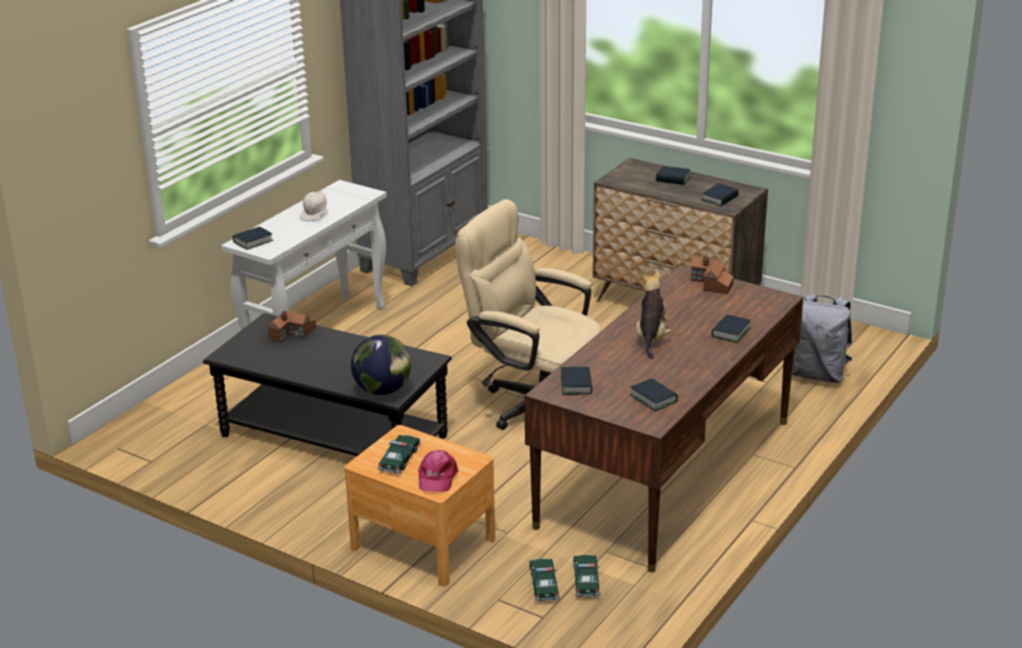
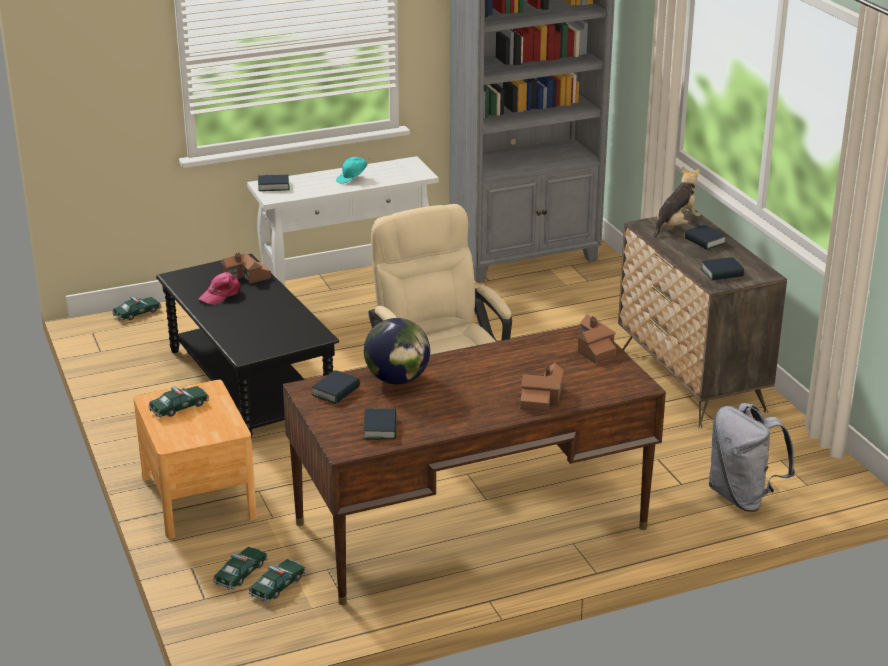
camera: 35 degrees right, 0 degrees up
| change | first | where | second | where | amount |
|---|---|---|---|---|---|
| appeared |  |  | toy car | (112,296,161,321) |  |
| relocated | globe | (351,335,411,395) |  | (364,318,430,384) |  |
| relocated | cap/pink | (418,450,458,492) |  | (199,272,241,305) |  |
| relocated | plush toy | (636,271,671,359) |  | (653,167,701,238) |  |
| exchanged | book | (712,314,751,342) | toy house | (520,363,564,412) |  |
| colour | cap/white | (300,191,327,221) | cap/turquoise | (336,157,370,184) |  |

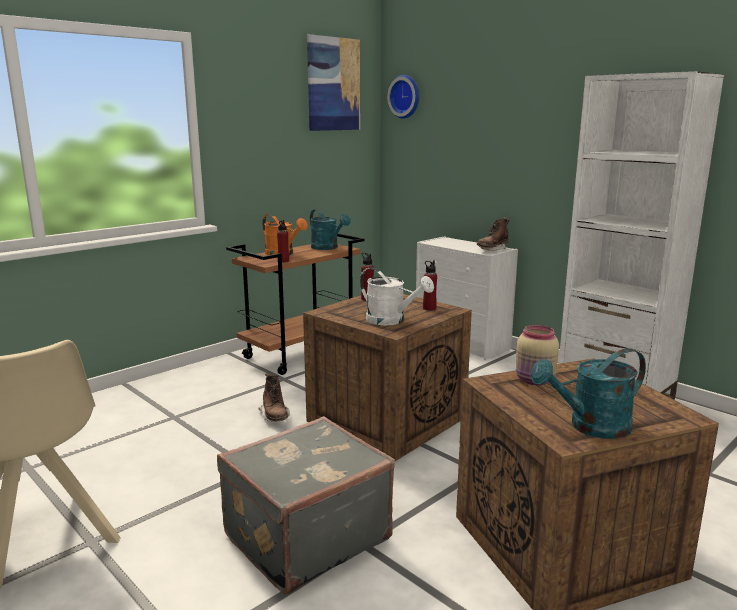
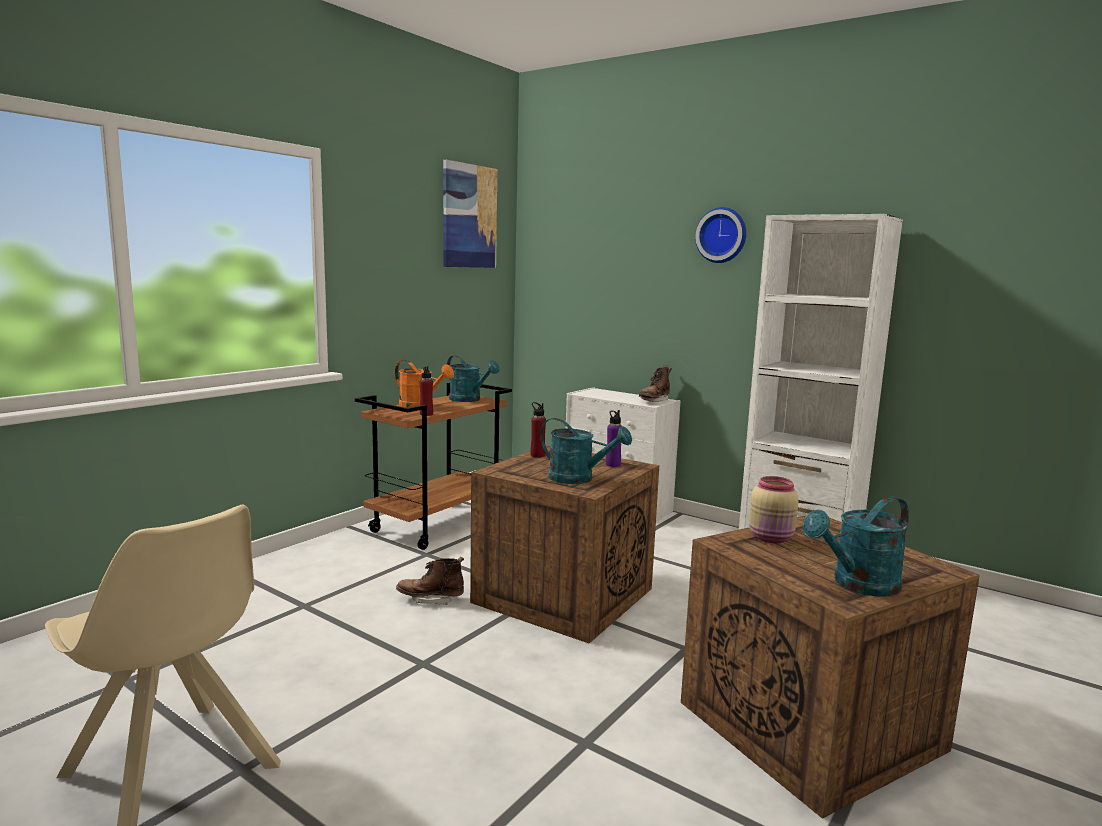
camera: 10 degrees left, 5 degrees down
| change | first | where | second | where | amount |
|---|---|---|---|---|---|
| missing | suitcase/grey | (217,416,395,595) |  |  |  |
| relocated | wall clock | (387,75,419,119) |  | (695,207,746,263) |  |
| colour | watering can/white | (360,267,434,325) | watering can/turquoise | (540,418,632,484) |  |
| colour | bottle/red | (423,260,437,311) | bottle/purple | (606,410,622,467) |  |
| spun | boot/brown | (259,373,290,422) |  | (396,557,464,605) | 120 degrees clockwise |

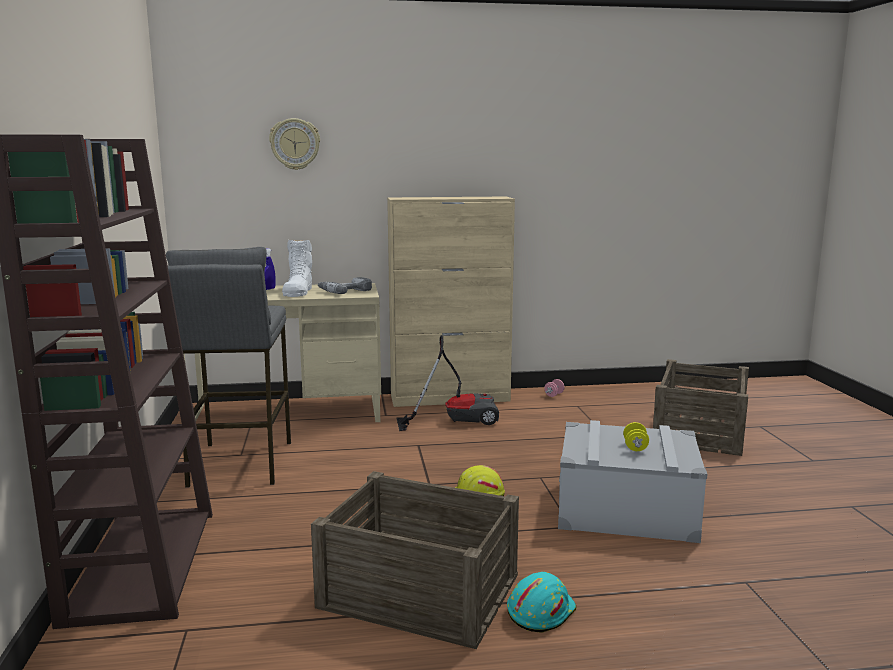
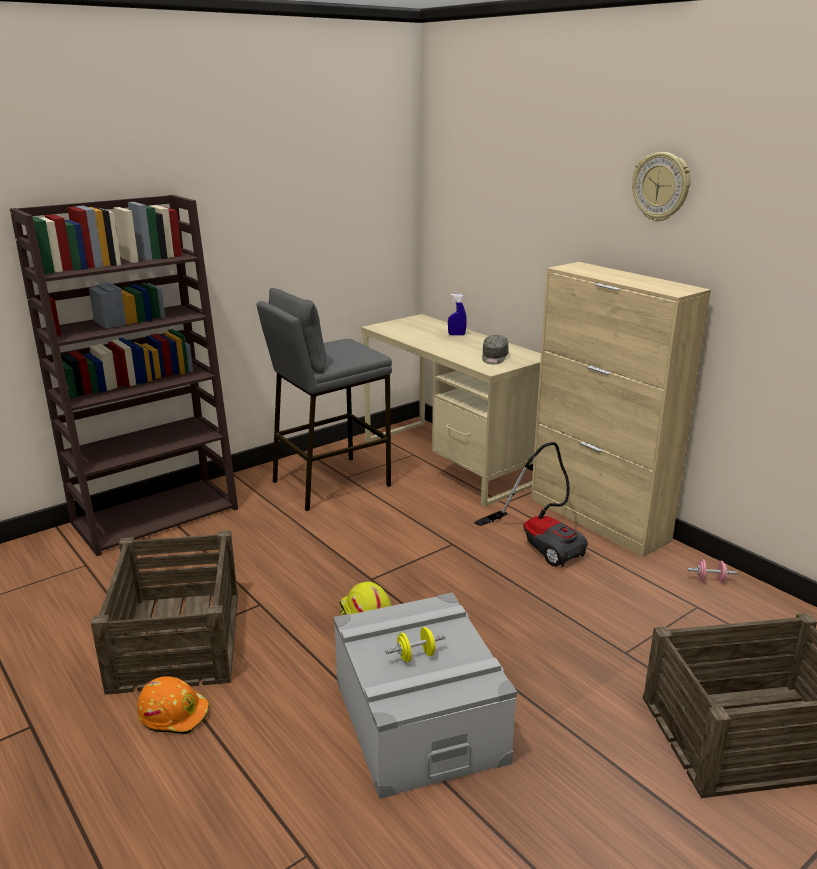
camera: 60 degrees right, 10 degrees up
| change | first | where | second | where | amount |
|---|---|---|---|---|---|
| missing | boot/white | (282,240,312,297) |  |  |  |
| relocated | wall clock | (269,118,320,170) |  | (632,152,691,222) |  |
| exchanged | power drill | (318,277,372,294) | cap/grey | (482,335,509,364) |  |
| colour | hard hat/turquoise | (507,572,577,633) | hard hat/orange | (137,676,209,734) |  |

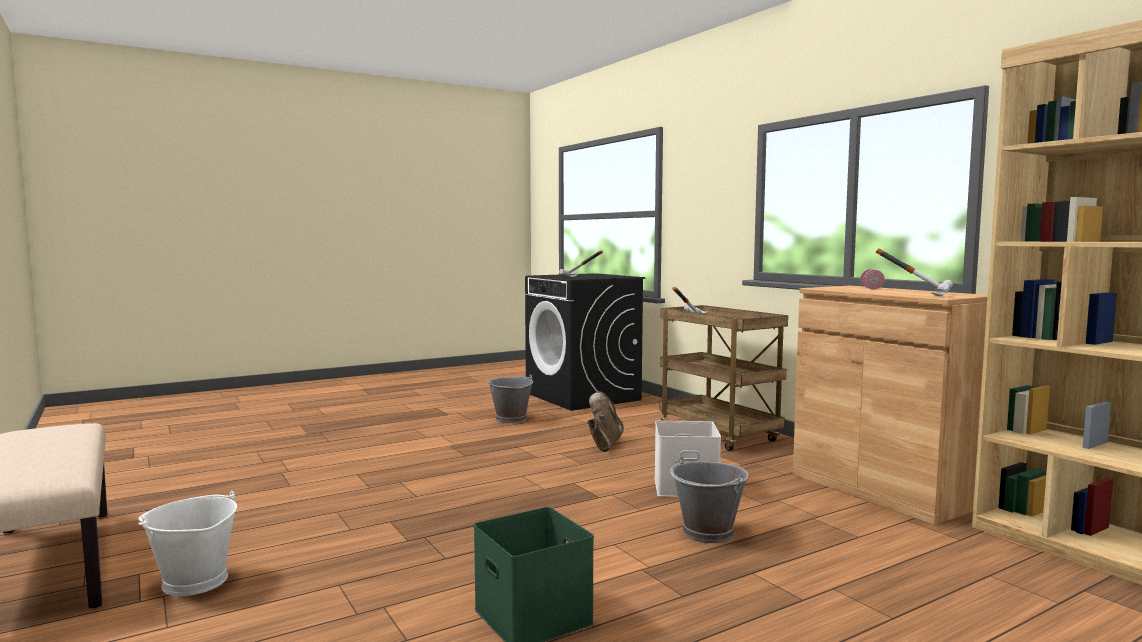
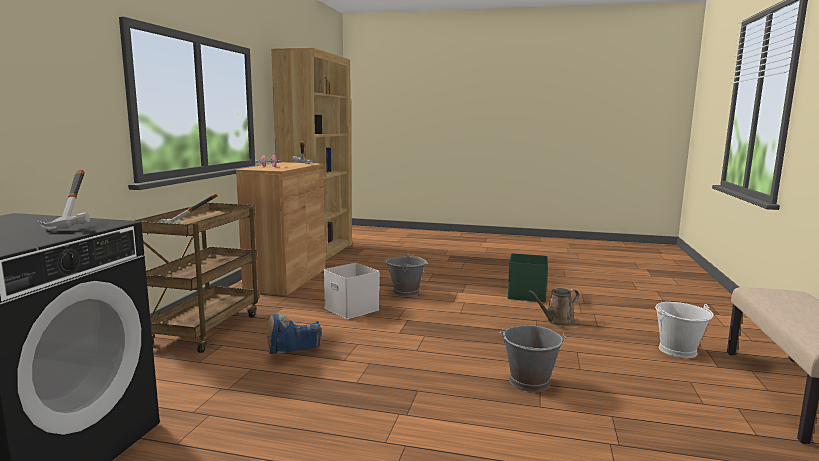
camera: 135 degrees left, 5 degrees up
| change | first | where | second | where | amount |
|---|---|---|---|---|---|
| appeared |  |  | watering can/brown | (529,288,579,325) |  |
| relocated | bucket/grey | (487,374,533,423) |  | (500,325,567,392) |  |
| colour | boot/brown | (587,391,624,452) | boot/blue | (267,314,321,354) |  |

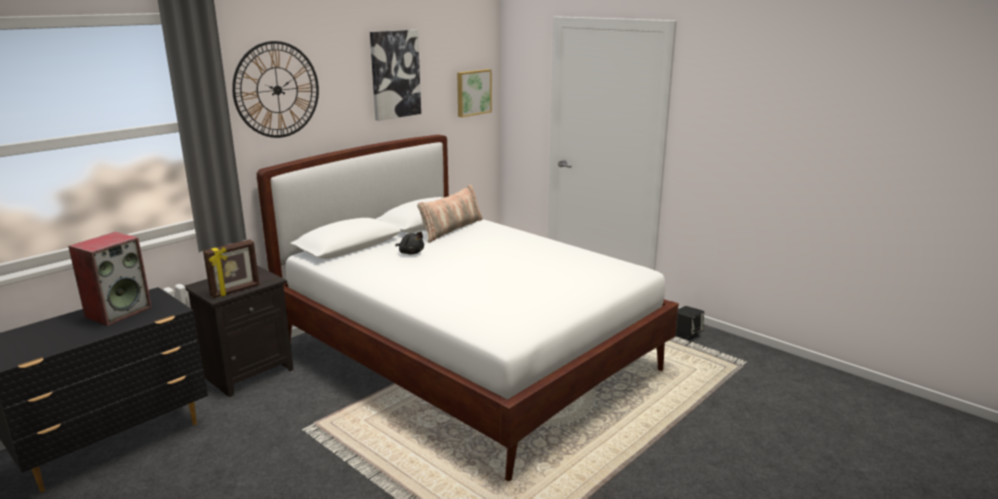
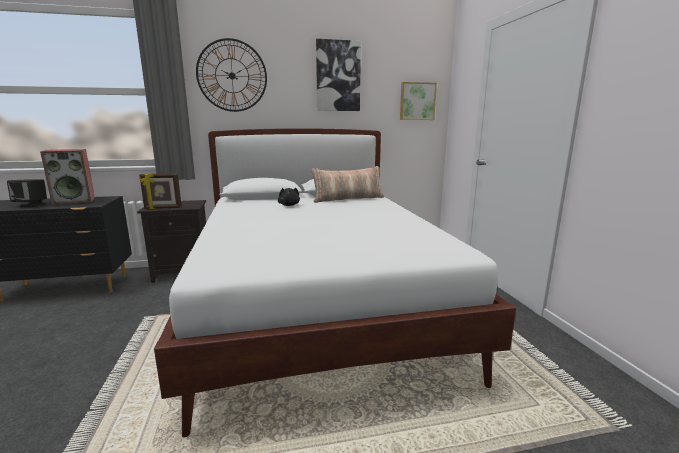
camera: 35 degrees right, 5 degrees down
| change | first | where | second | where | amount |
|---|---|---|---|---|---|
| relocated | speaker/black | (676,306,704,341) |  | (7,179,47,207) |  |

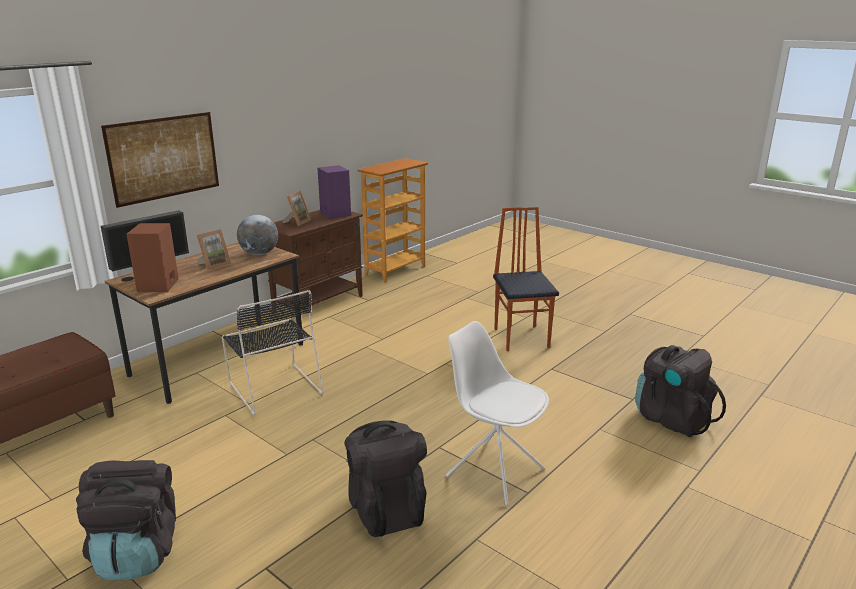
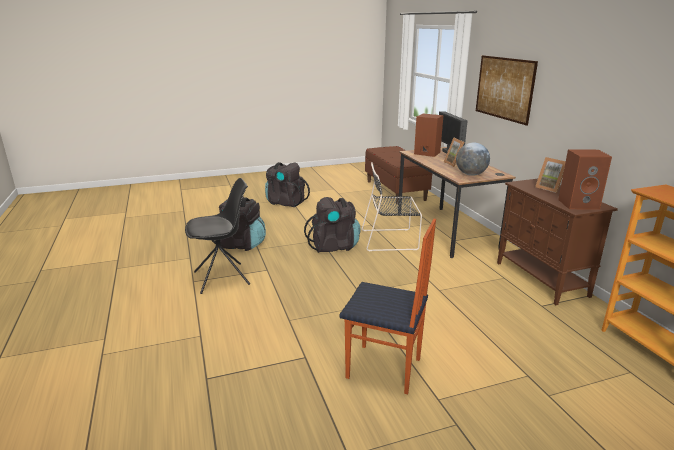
camera: 120 degrees right, 0 degrees up
| change | first | where | second | where | amount |
|---|---|---|---|---|---|
| relocated | backpack/black | (635,345,726,437) |  | (304,197,361,253) |  |
| colour | speaker/purple | (317,165,351,219) | speaker/brown | (558,149,612,210) |  |
| colour | chair/white | (446,321,549,506) | chair/black | (185,178,250,294) |  |

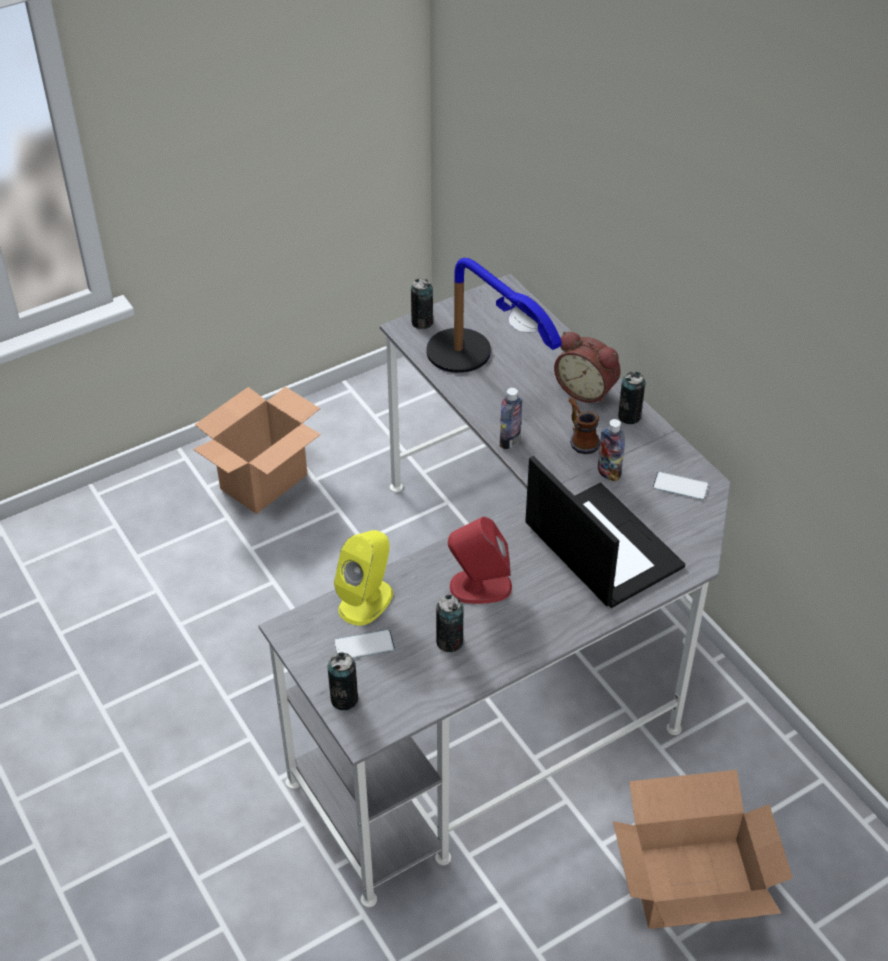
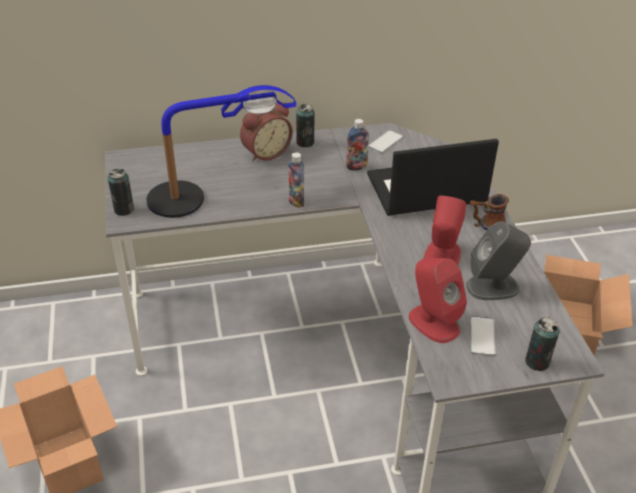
camera: 70 degrees left, 5 degrees down
| change | first | where | second | where | amount |
|---|---|---|---|---|---|
| relocated | mug | (568,397,600,454) |  | (470,194,509,231) |  |
| exchanged | can | (436,595,463,652) | speaker/grey | (466,222,531,300) |  |
| colour | speaker/yellow | (334,530,393,626) | speaker/red | (409,258,467,343) |  |

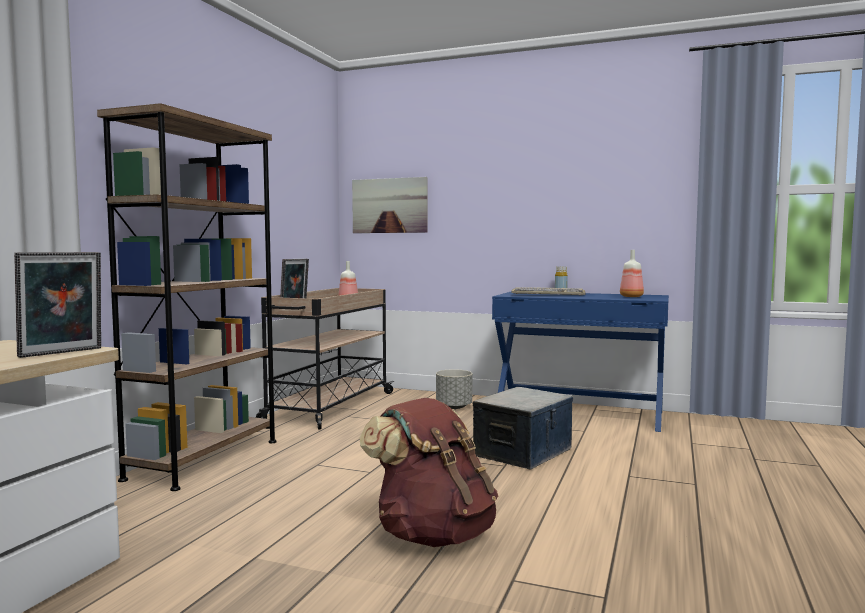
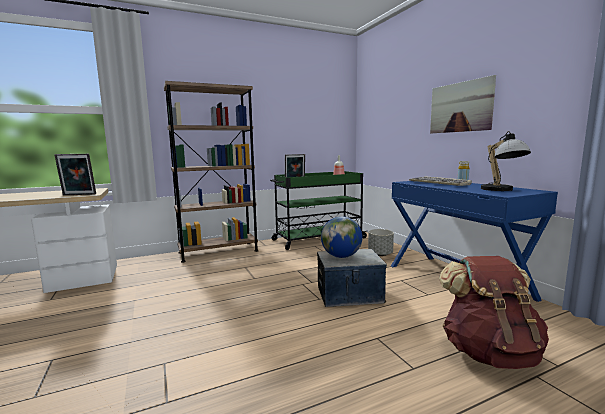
camera: 45 degrees right, 5 degrees up
| change | first | where | second | where | amount |
|---|---|---|---|---|---|
| appeared |  |  | globe | (321,216,362,258) |  |
| relocated | picture | (352,177,427,233) |  | (430,75,496,133) |  |
| relocated | backpack/brown | (360,398,498,547) |  | (439,256,549,369) |  |
| exchanged | bottle | (620,250,644,297) | table lamp | (481,131,531,191) |  |
| colour | cart/beige | (256,288,395,429) | cart/green | (270,171,367,250) |  |

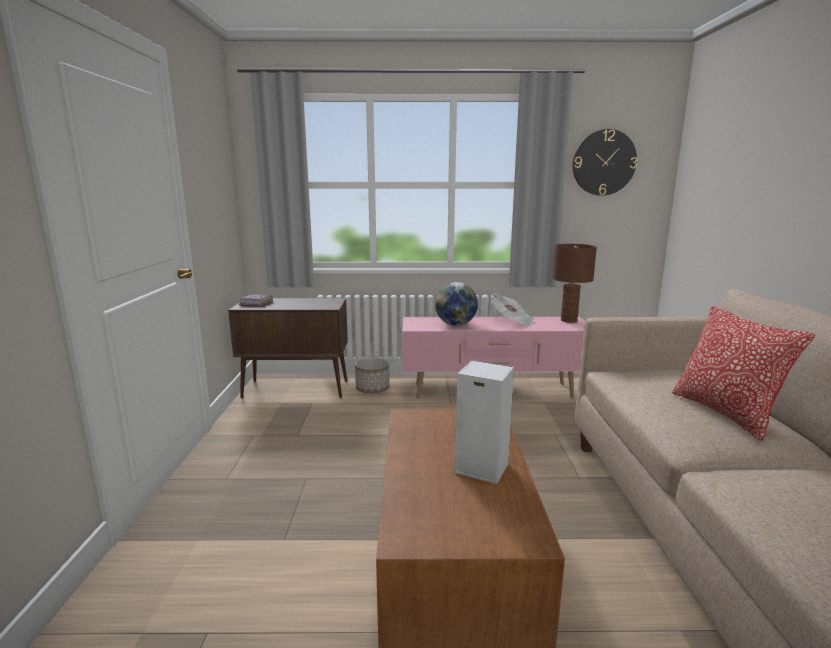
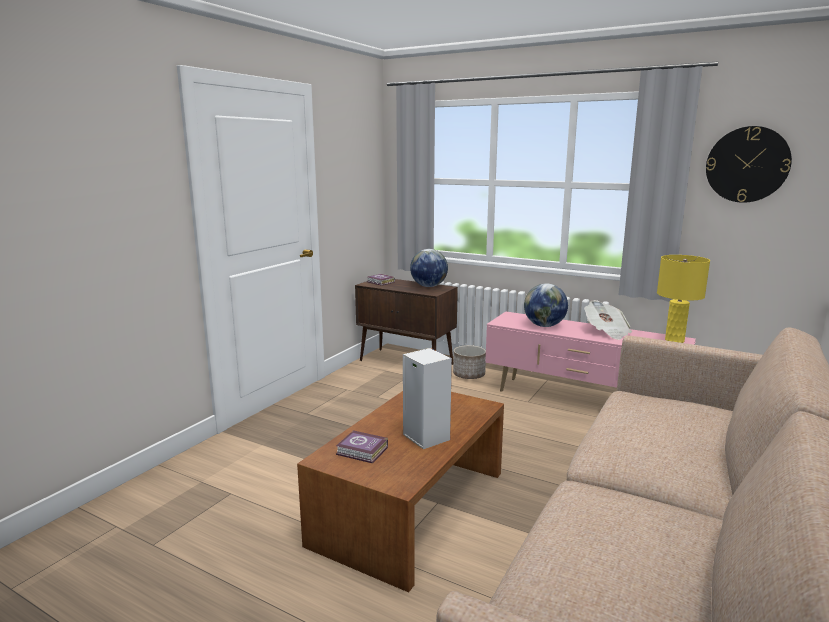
camera: 30 degrees right, 0 degrees up
| change | first | where | second | where | amount |
|---|---|---|---|---|---|
| missing | pillow | (672,306,815,441) |  |  |  |
| appeared |  |  | book | (336,430,388,463) |  |
| appeared |  |  | globe | (410,249,448,287) |  |
| colour | table lamp/brown | (552,244,597,323) | table lamp/yellow | (657,255,710,343) |  |

